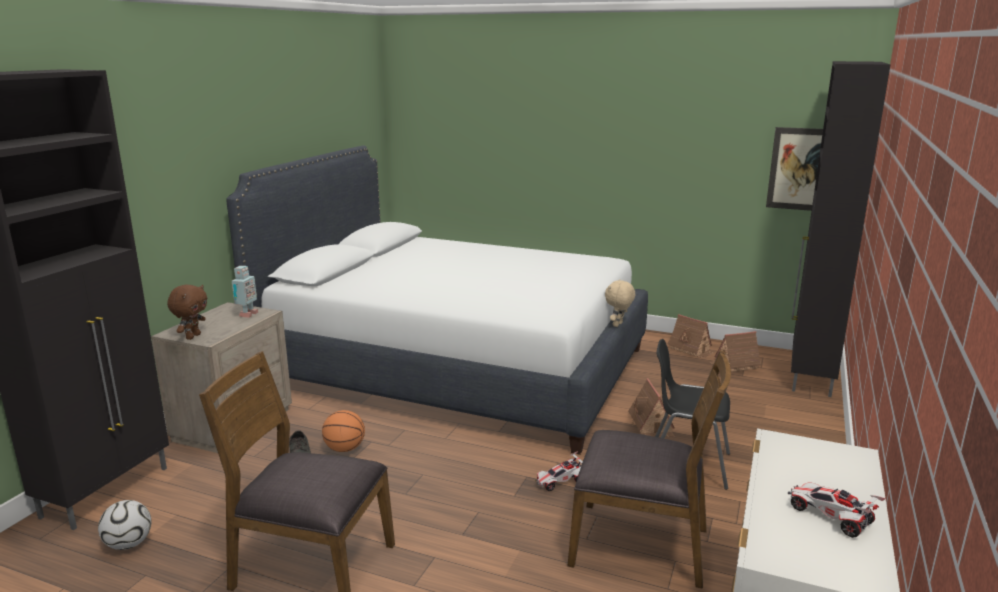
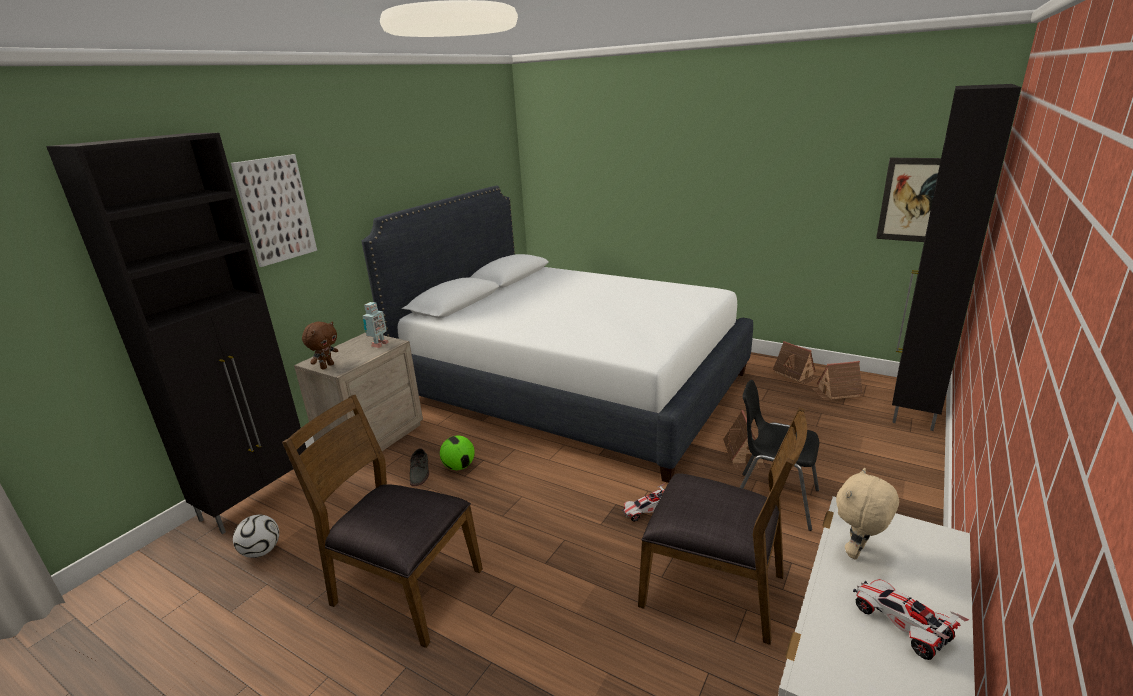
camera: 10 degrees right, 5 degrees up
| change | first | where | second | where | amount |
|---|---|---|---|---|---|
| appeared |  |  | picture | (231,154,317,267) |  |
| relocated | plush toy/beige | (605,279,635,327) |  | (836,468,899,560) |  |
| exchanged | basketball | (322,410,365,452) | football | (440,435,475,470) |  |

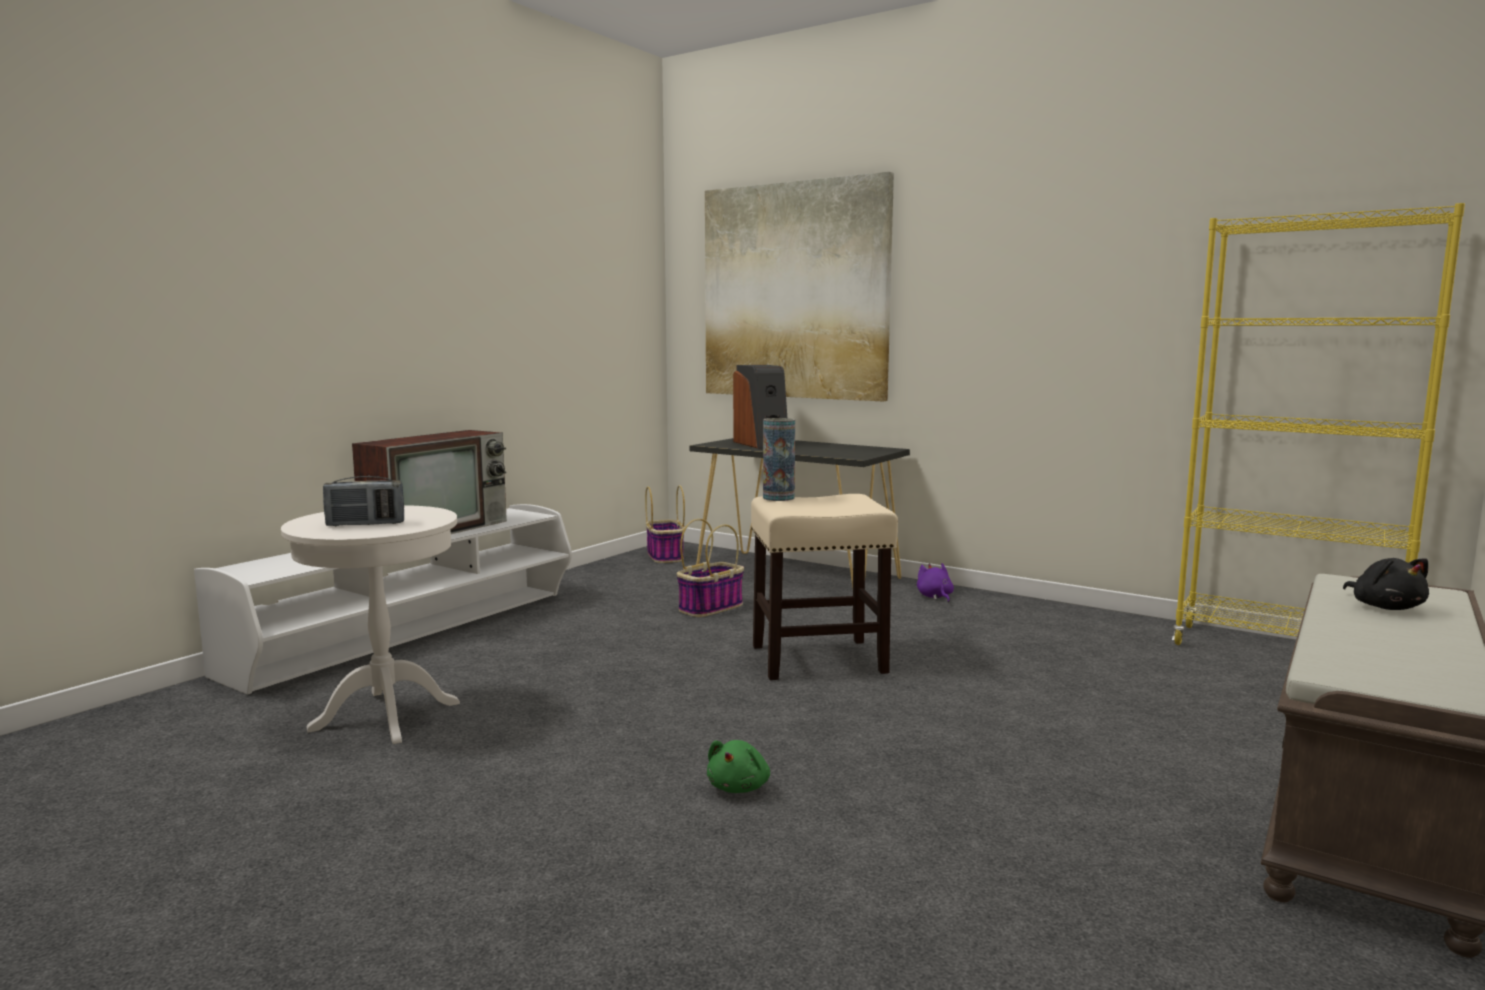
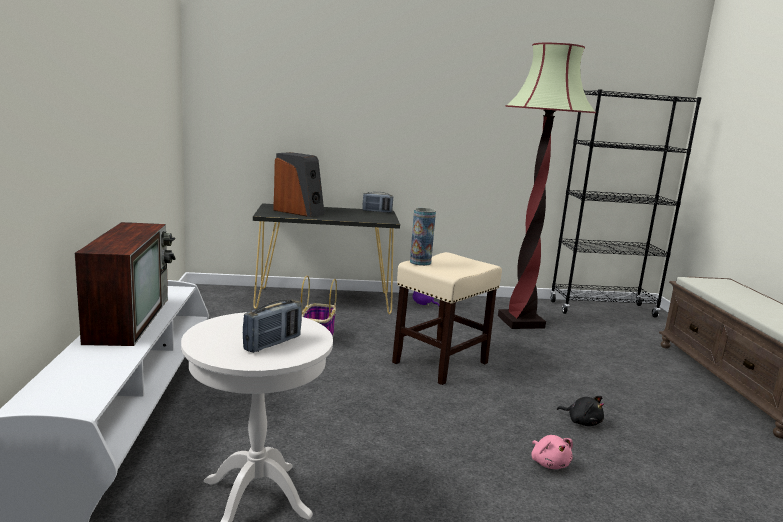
camera: 40 degrees left, 5 degrees up
| change | first | where | second | where | amount |
|---|---|---|---|---|---|
| missing | basket | (645,485,685,563) |  |  |  |
| missing | picture | (705,172,894,401) |  |  |  |
| appeared |  |  | radio | (362,192,393,213) |  |
| appeared |  |  | floor lamp | (498,43,596,329) |  |
| relocated | plush toy/black | (1343,558,1429,610) |  | (557,396,604,426) |  |
| colour | plush toy/green | (707,740,770,793) | plush toy/pink | (531,435,573,469) |  |
| colour | bookcase/yellow | (1172,203,1465,645) | bookcase/black | (550,89,702,317) |  |

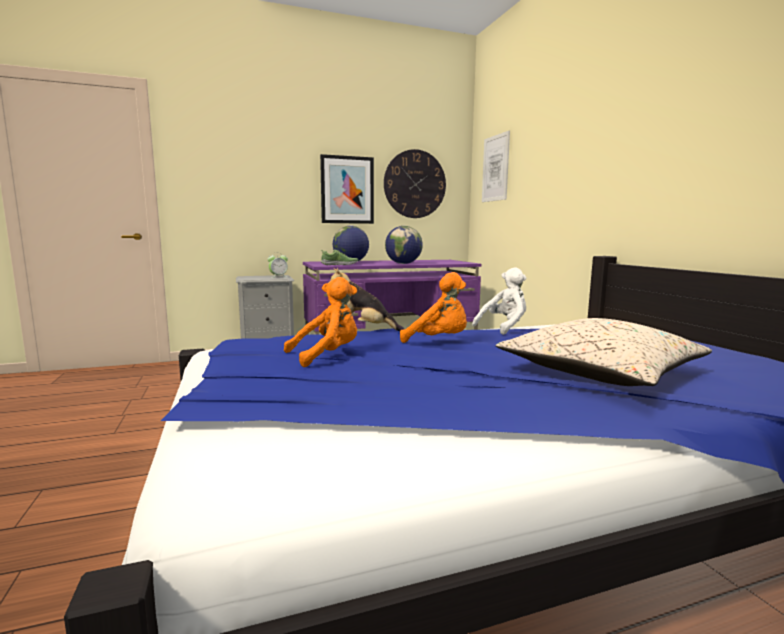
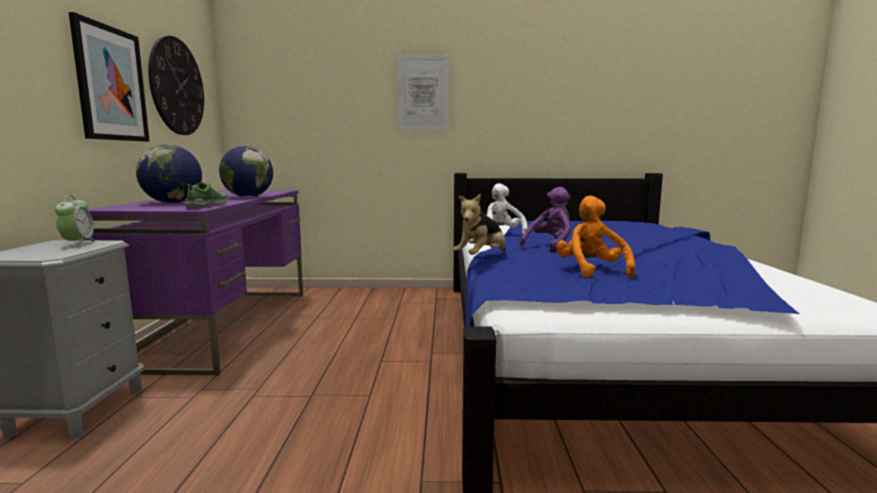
camera: 70 degrees left, 0 degrees up
| change | first | where | second | where | amount |
|---|---|---|---|---|---|
| missing | pillow/beige | (496,318,712,386) |  |  |  |
| relocated | picture | (482,131,510,202) |  | (397,55,449,130) |  |
| colour | plush toy/orange | (400,272,467,343) | plush toy/purple | (520,187,571,253) |  |

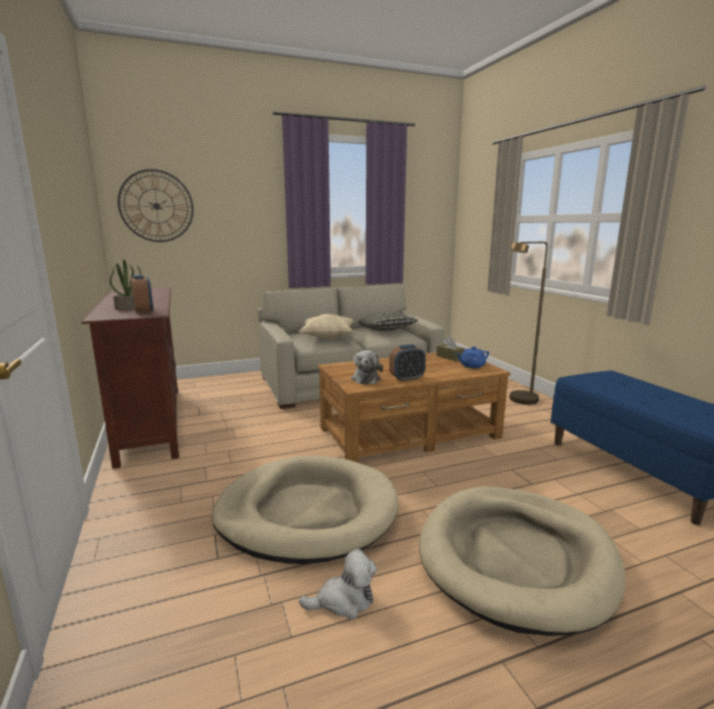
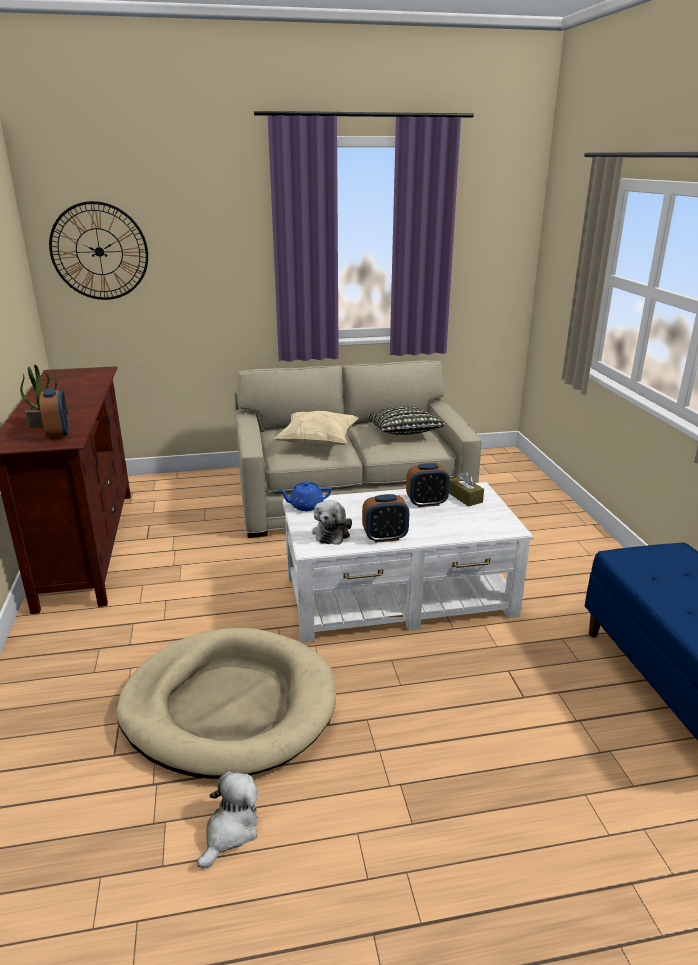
camera: 10 degrees right, 10 degrees up
| change | first | where | second | where | amount |
|---|---|---|---|---|---|
| missing | dog bed/beige | (419,487,625,636) |  |  |  |
| missing | floor lamp/brown | (509,242,548,405) |  |  |  |
| appeared |  |  | alarm clock | (406,463,450,507) |  |
| relocated | teapot/blue | (456,346,489,368) |  | (278,482,331,511) |  |
| colour | coffee table/brown | (317,352,511,463) | coffee table/white | (282,482,534,643) |  |
| spun | plush toy | (299,549,377,619) |  | (197,771,259,868) | 60 degrees counterclockwise |

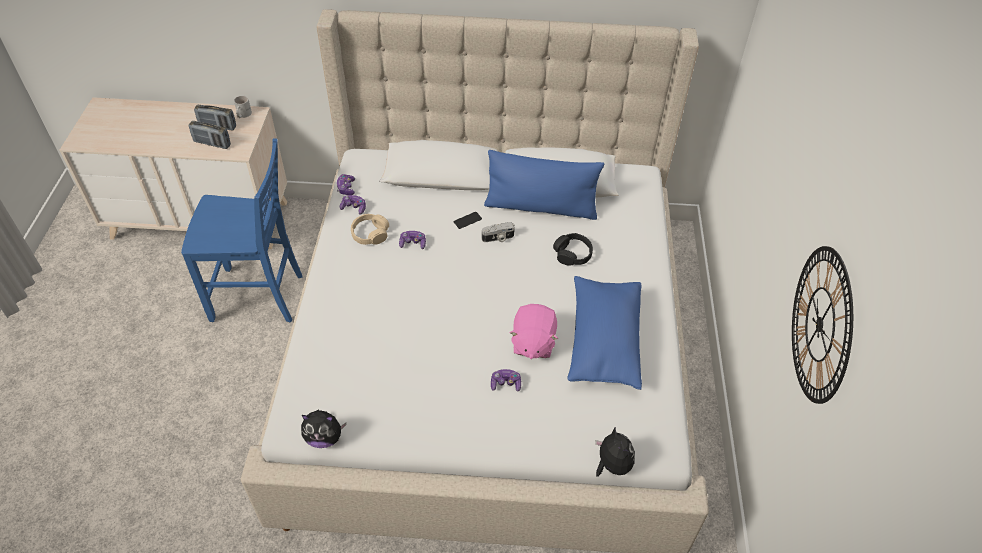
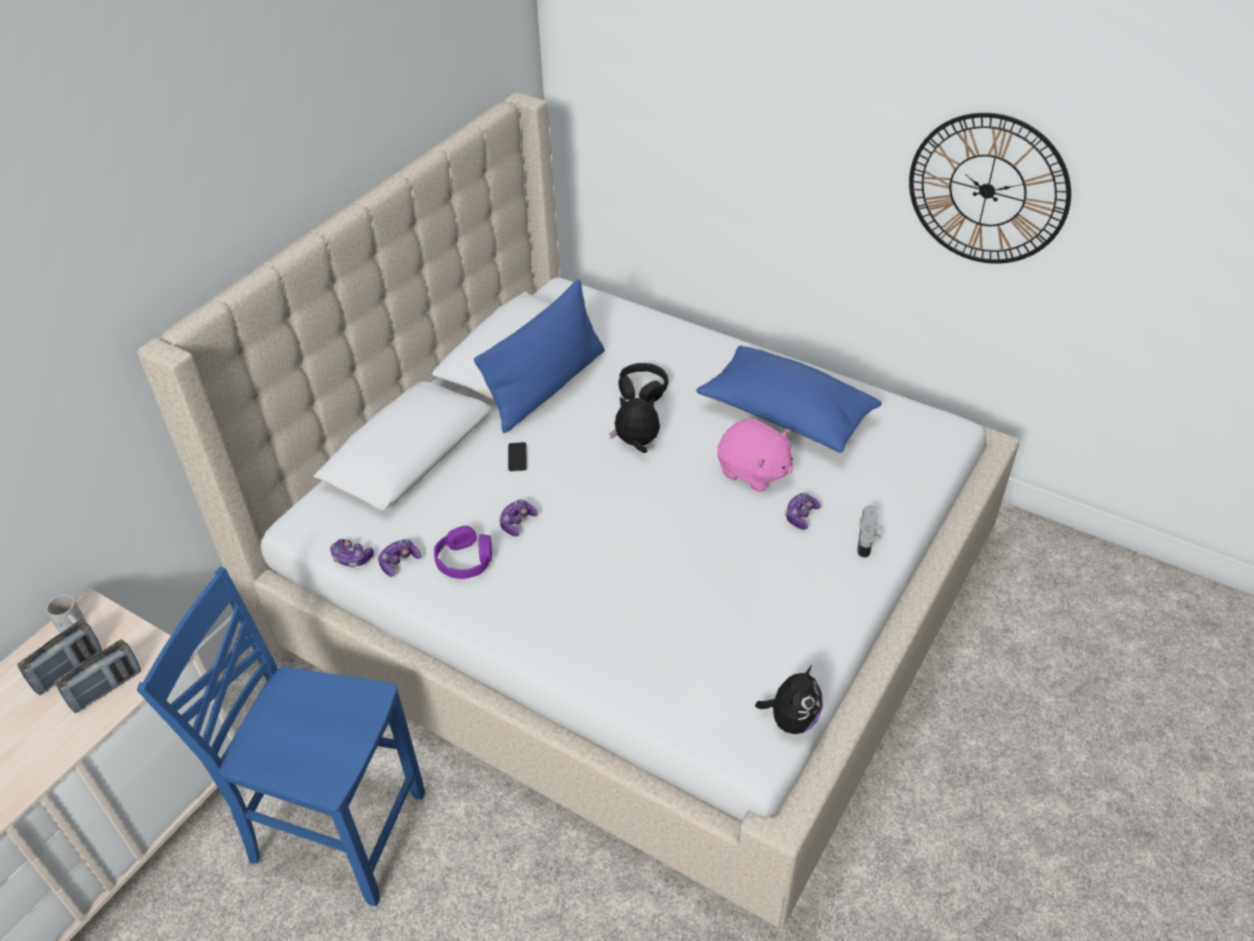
camera: 60 degrees left, 5 degrees down
| change | first | where | second | where | amount |
|---|---|---|---|---|---|
| relocated | photo camera | (482,222,515,242) |  | (857,505,882,558) |  |
| relocated | plush toy | (595,427,635,477) |  | (610,397,660,453) |  |
| colour | headphones/beige | (351,214,389,245) | headphones/purple | (434,526,492,579) |  |
| spun | chair/blue | (181,138,302,322) |  | (137,567,425,906) | 105 degrees counterclockwise |

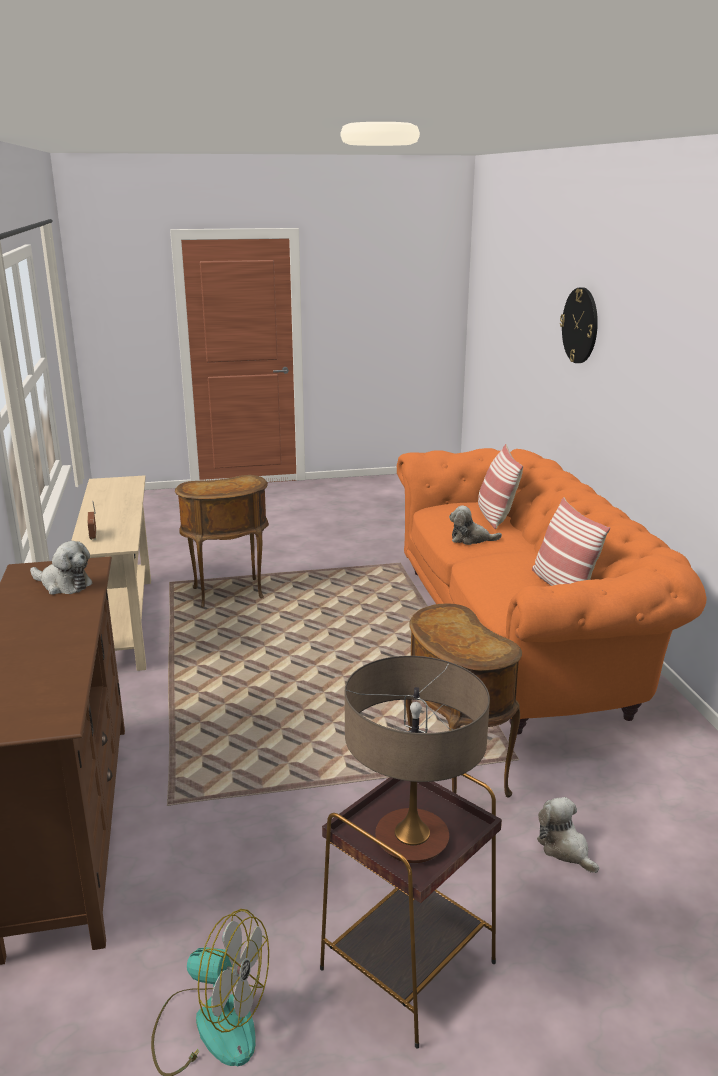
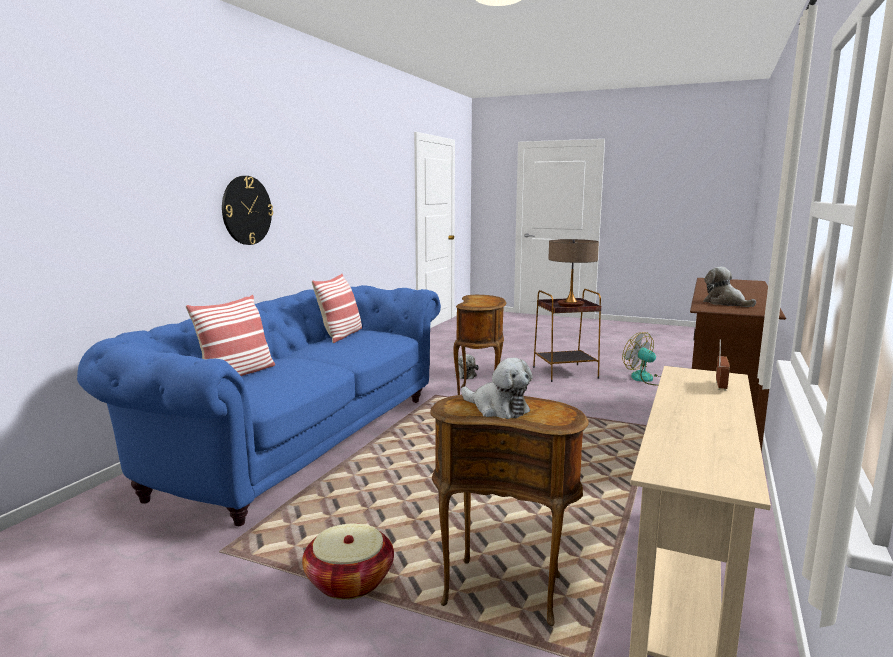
camera: 145 degrees left, 10 degrees down
| change | first | where | second | where | amount |
|---|---|---|---|---|---|
| appeared |  |  | basket | (302,523,394,600) |  |
| relocated | plush toy | (449,506,502,545) |  | (461,358,532,419) |  |
| relocated | wall clock | (560,287,598,363) |  | (222,176,273,245) |  |
| colour | sofa/orange | (397,448,707,734) | sofa/blue | (77,285,441,526) |  |

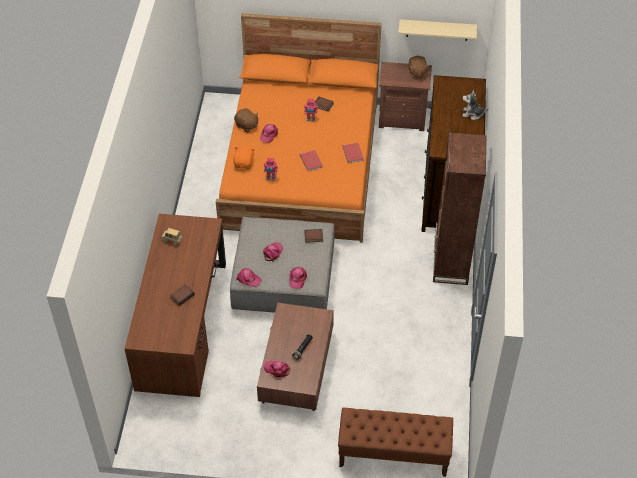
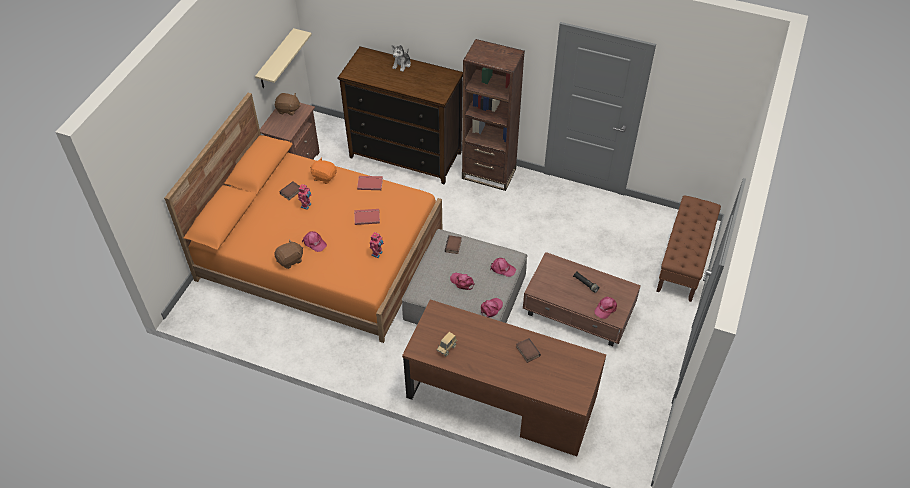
camera: 75 degrees left, 0 degrees up
| change | first | where | second | where | amount |
|---|---|---|---|---|---|
| relocated | plush toy/orange | (233,146,255,169) |  | (310,158,337,184) |  |

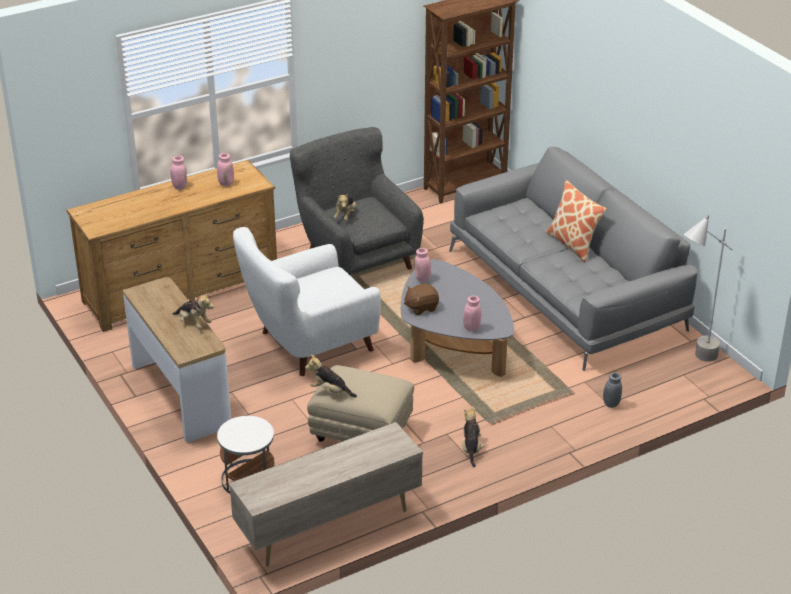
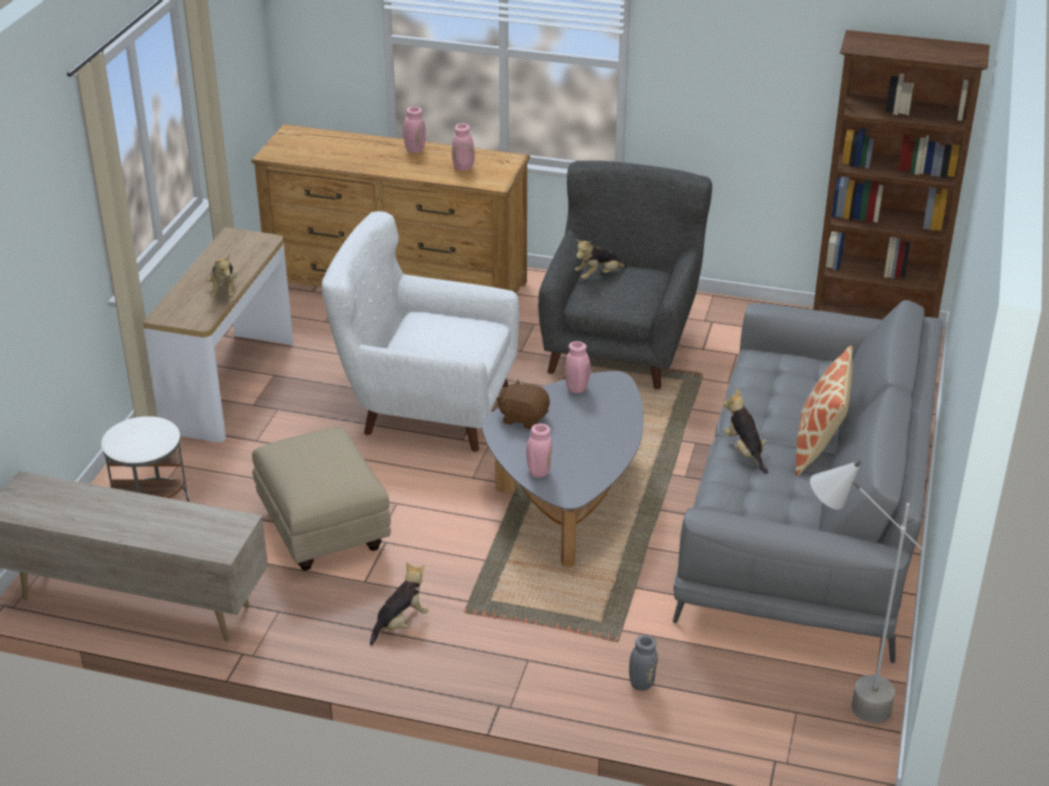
camera: 45 degrees right, 0 degrees up
| change | first | where | second | where | amount |
|---|---|---|---|---|---|
| relocated | plush toy | (305,355,357,398) |  | (723,389,768,474) |  |

